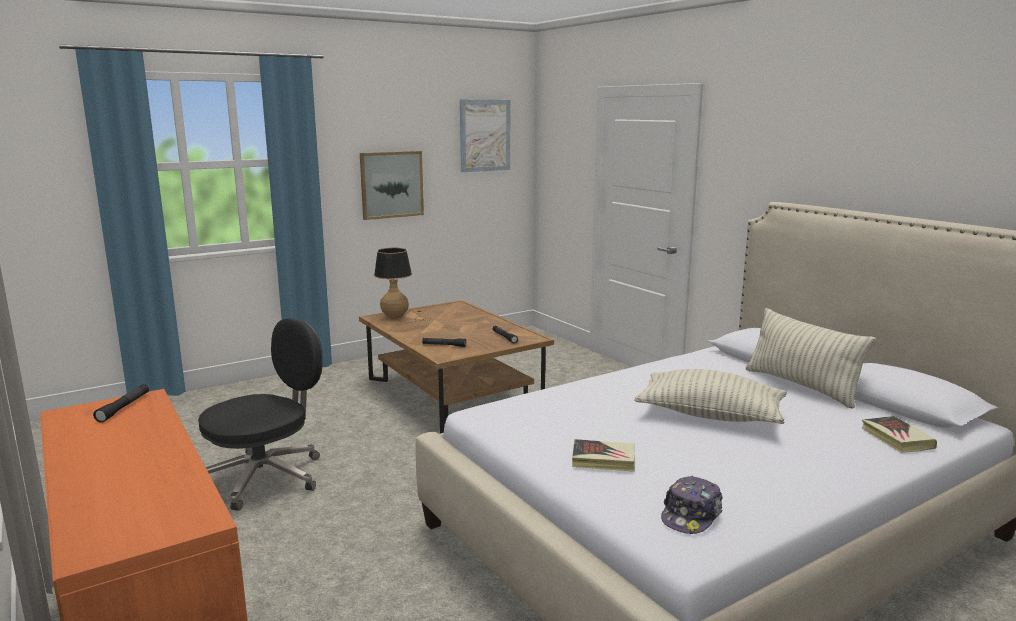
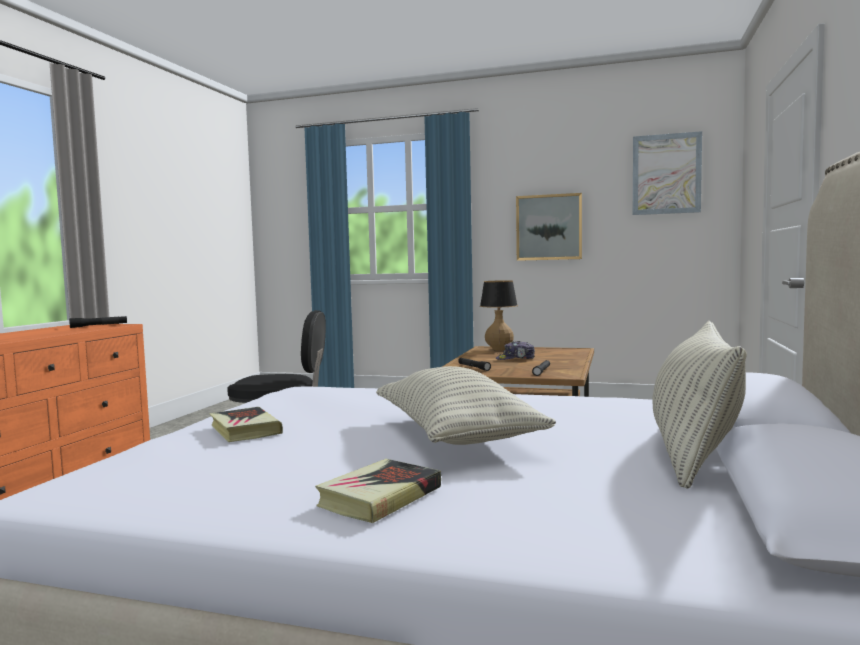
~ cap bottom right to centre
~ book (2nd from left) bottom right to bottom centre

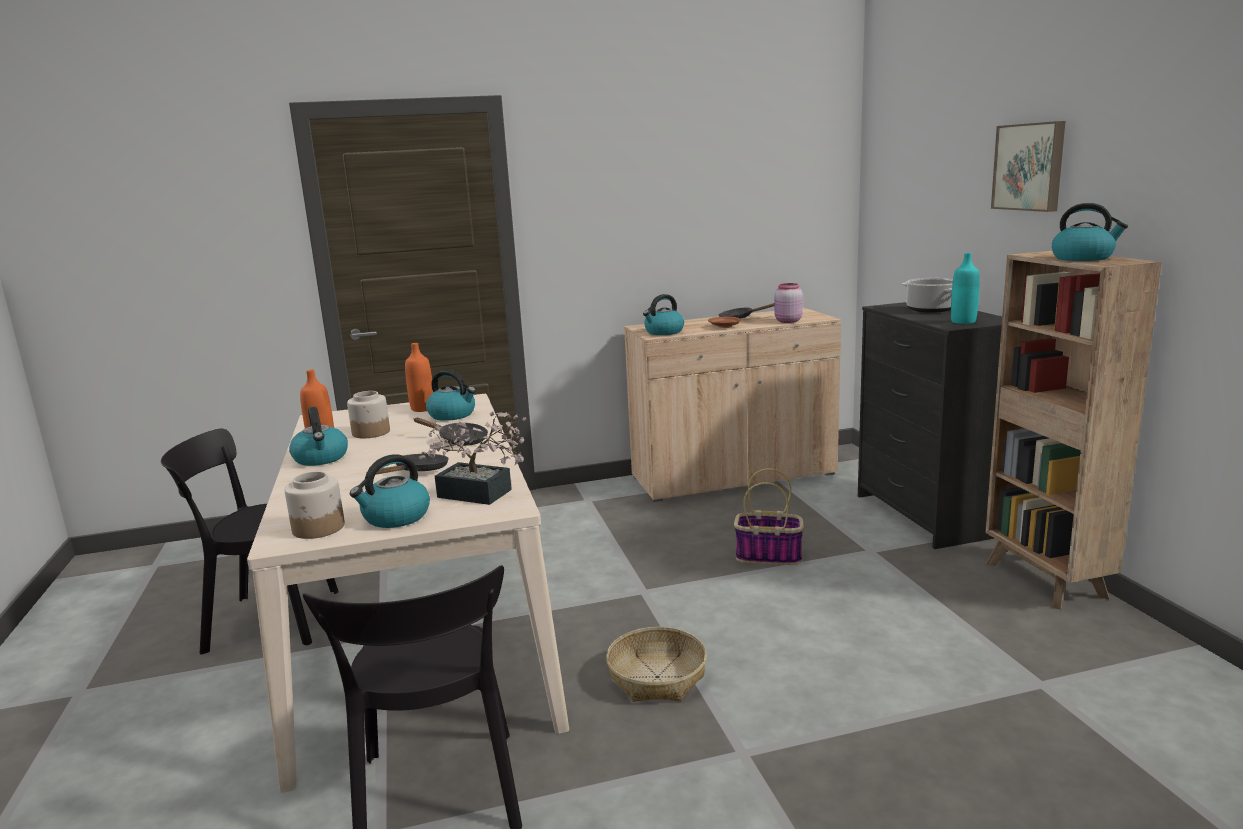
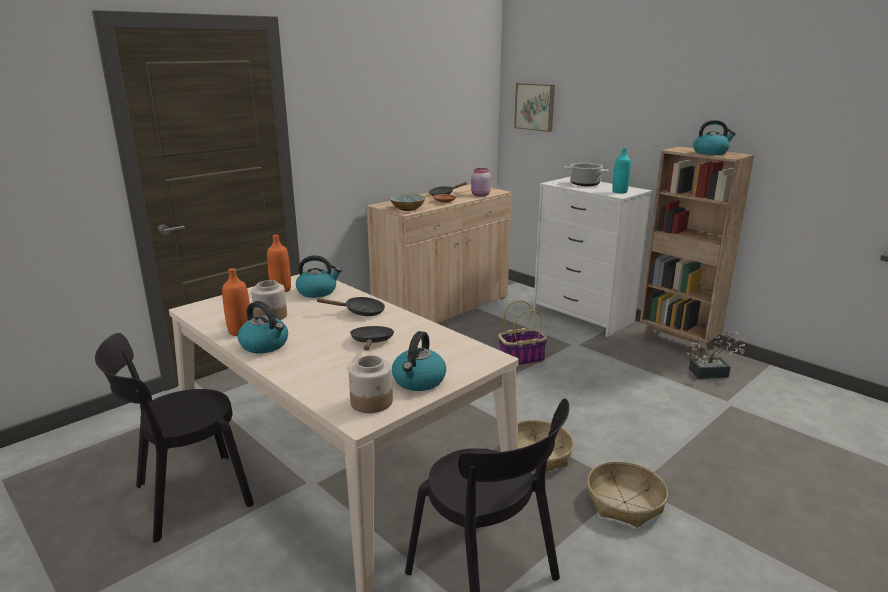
~ potted plant centre to middle right
~ kettle (4th from left) centre to bowl centre
~ dresser/black middle right to dresser/white middle right
~ picture top right to top centre
+ basket (3rd from left) bottom right

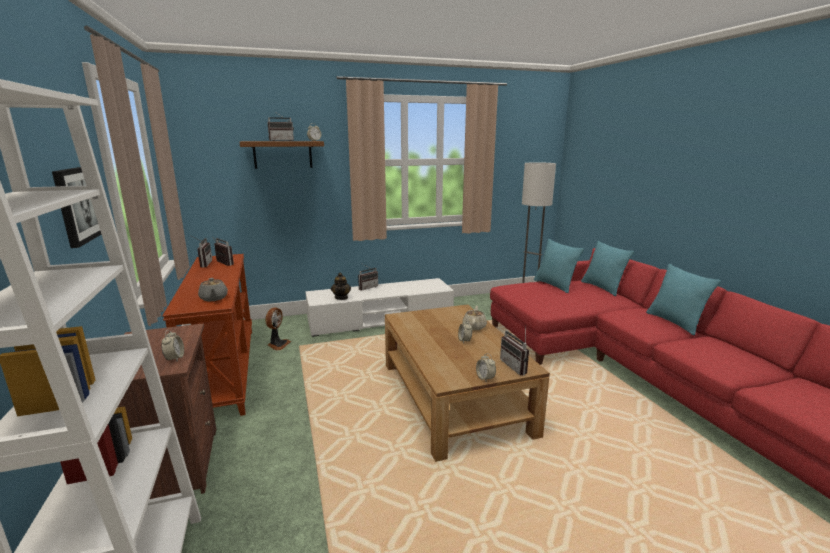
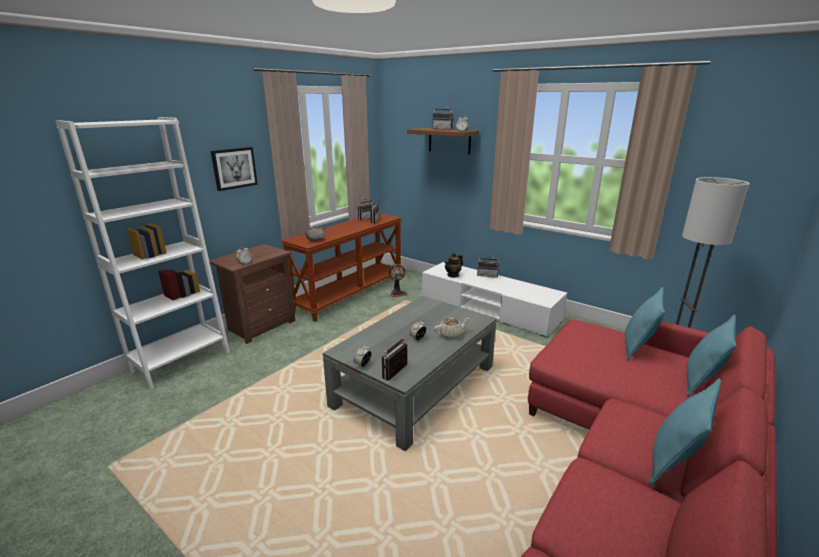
~ coffee table/brown bottom centre to coffee table/grey bottom centre

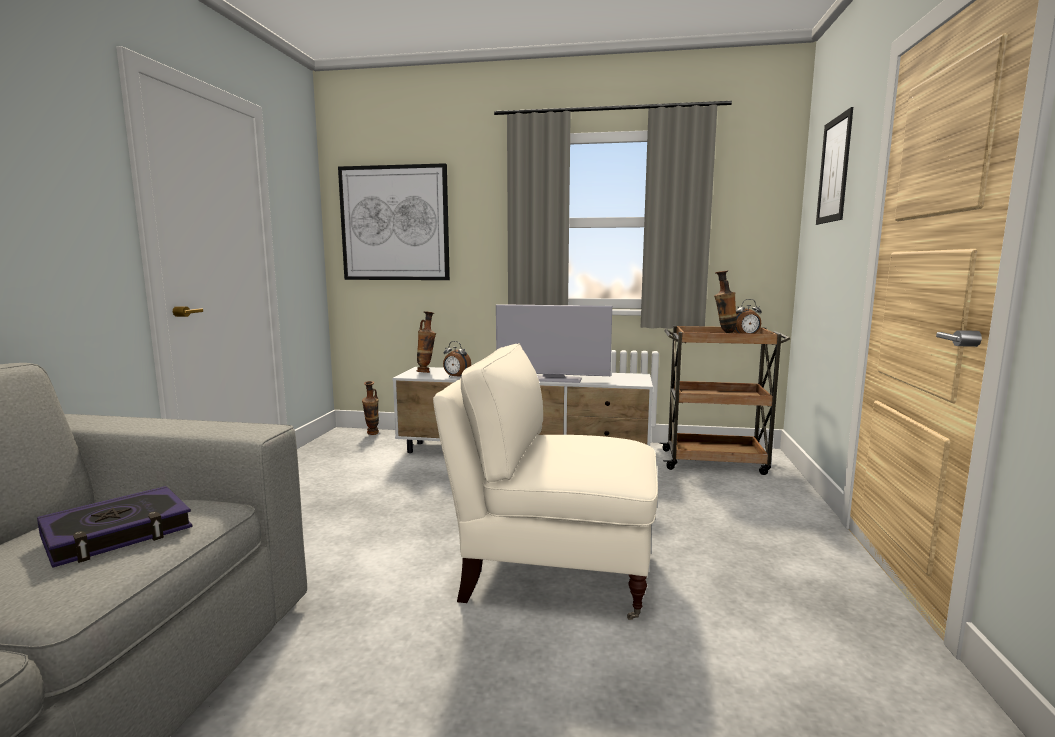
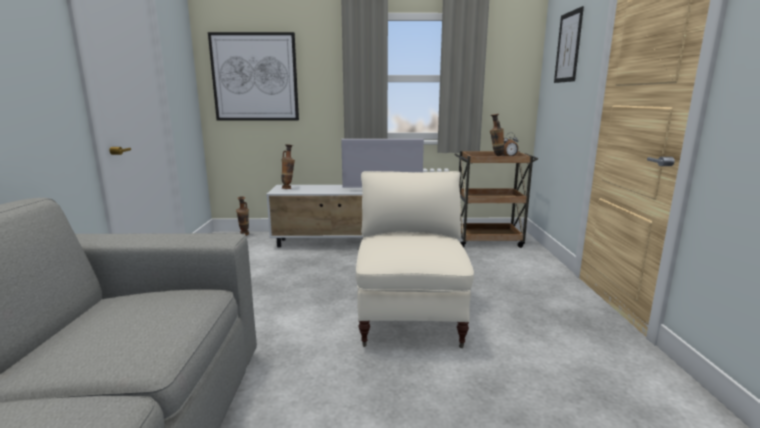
- book bottom left
~ armchair/beige centre = centre 90 degrees clockwise
- alarm clock (1st from left) centre

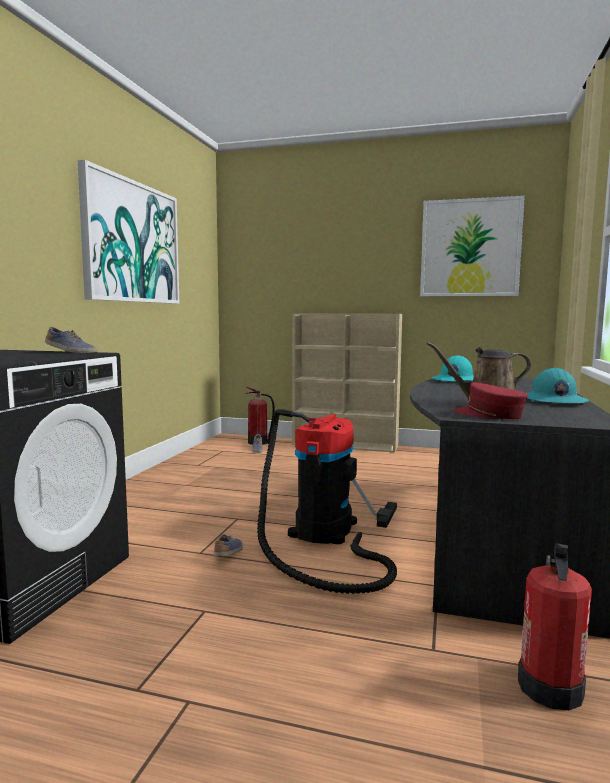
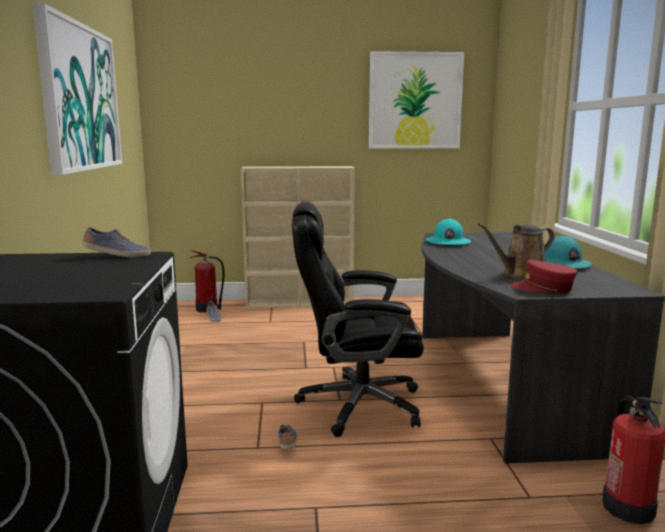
~ vacuum cleaner centre to office chair/black centre

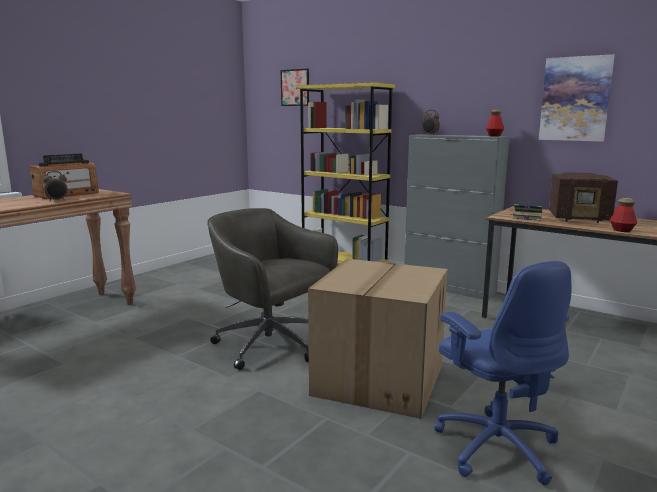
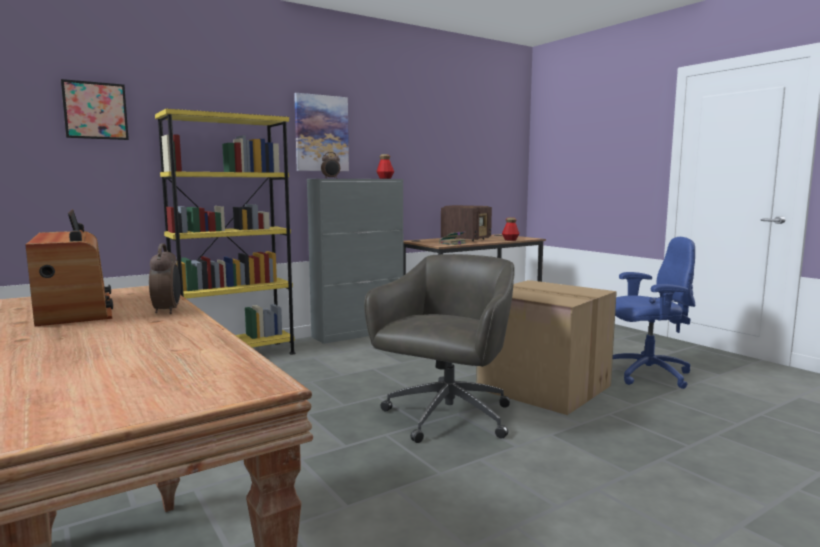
~ office chair/grey centre = centre 150 degrees clockwise
~ picture (2nd from left) top right to top centre

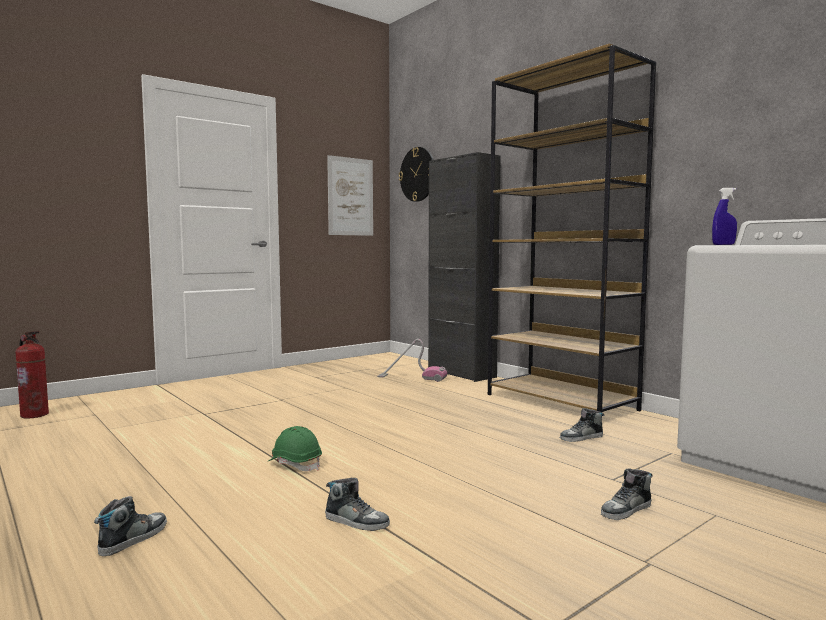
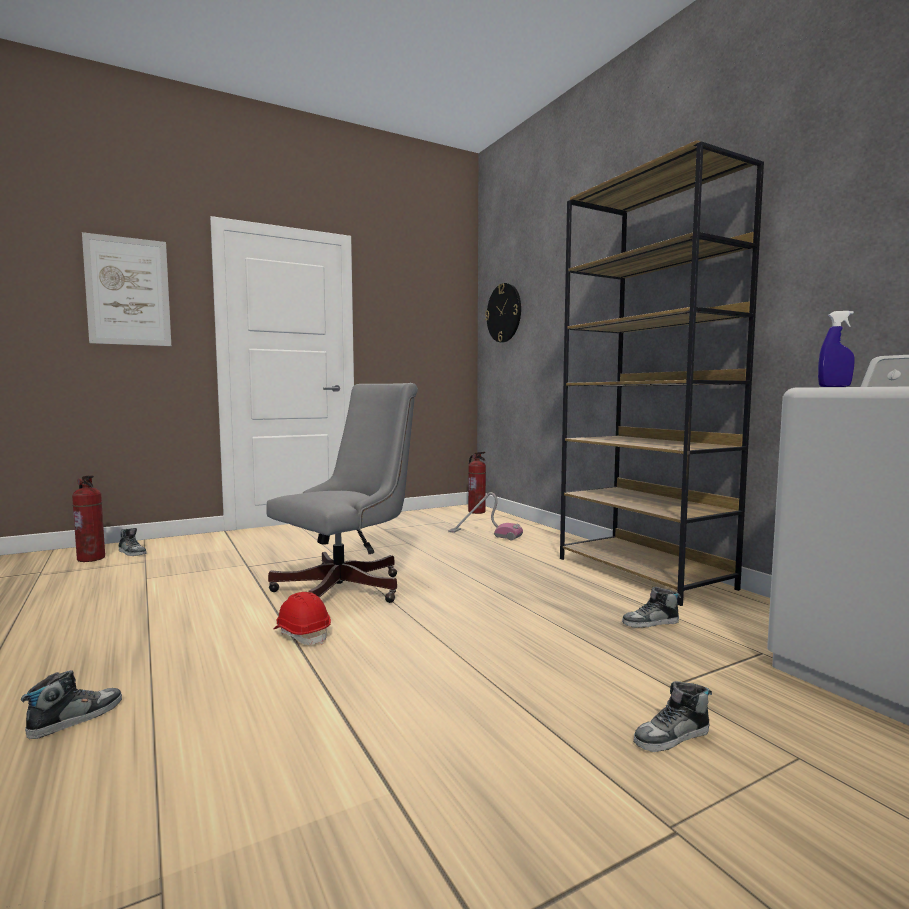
~ hard hat/green bottom centre to hard hat/red bottom left
~ shoe (2nd from left) bottom centre to middle left
~ picture top centre to top left
- cabinet/black centre
+ office chair/grey centre
+ fire extinguisher (2nd from left) centre

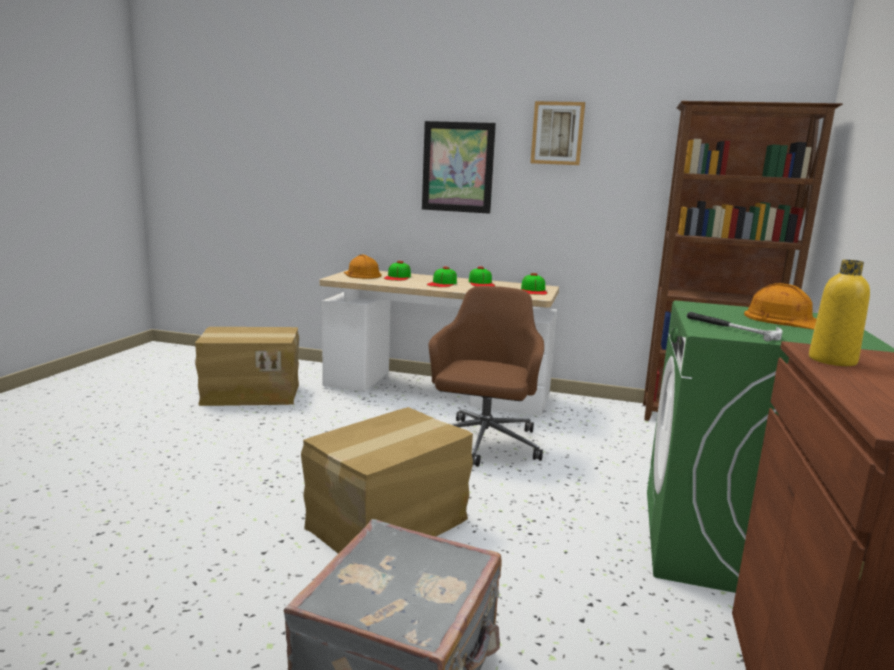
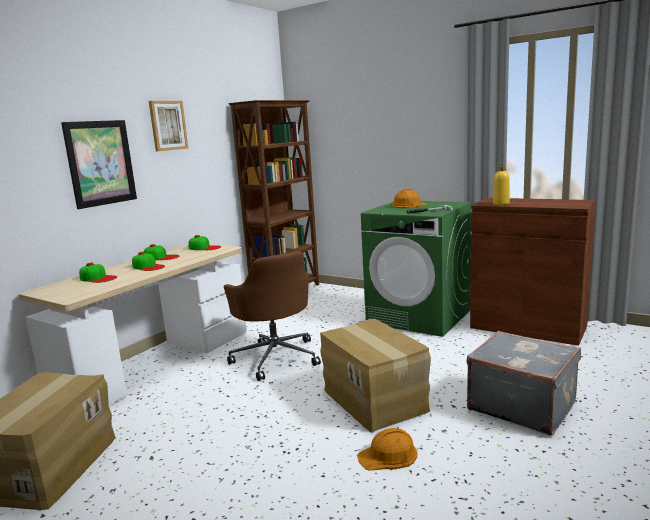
~ hard hat/orange (1st from left) centre to bottom centre
~ office chair/brown centre = centre 150 degrees counterclockwise

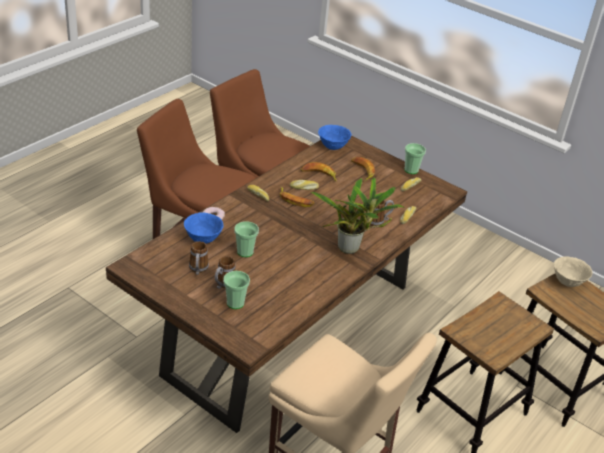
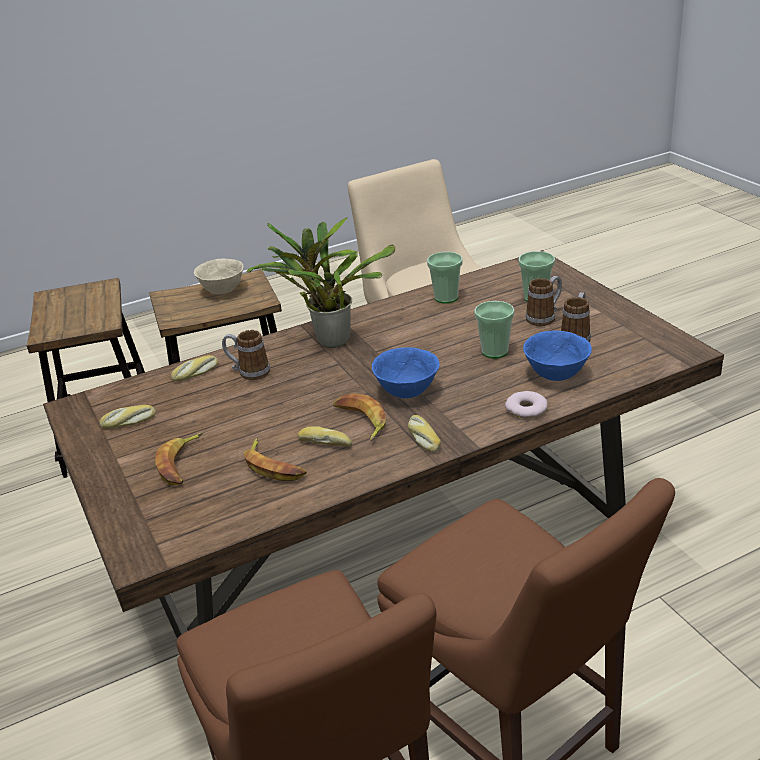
~ bowl/blue (2nd from left in the first image) top centre to bowl/blue (1st from left) centre
~ cup (3rd from left in the first image) middle right to cup (1st from left) centre
~ bowl/beige middle right to middle left

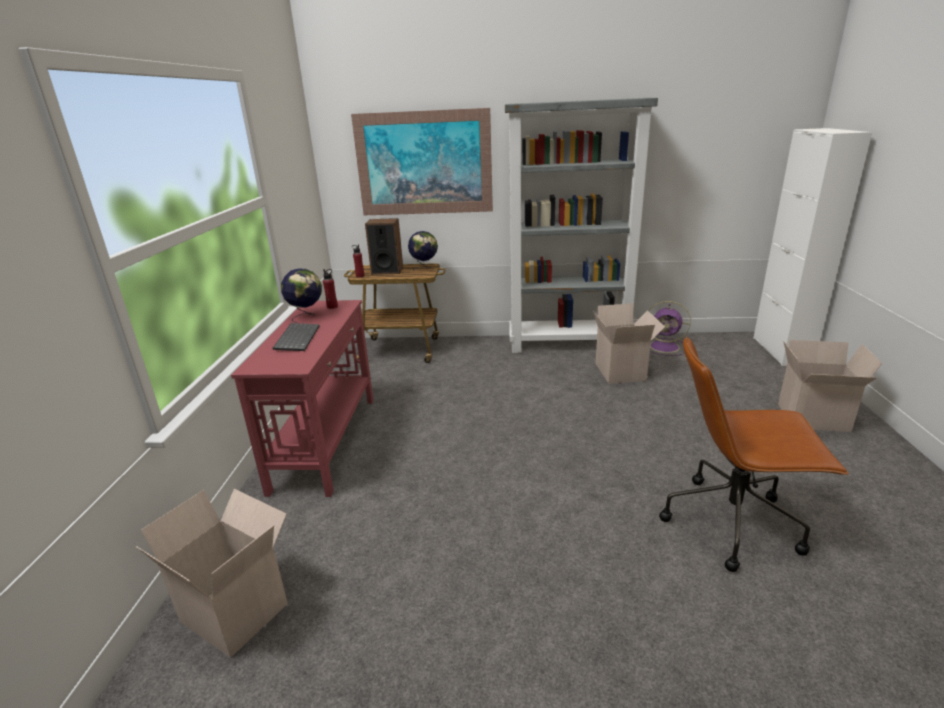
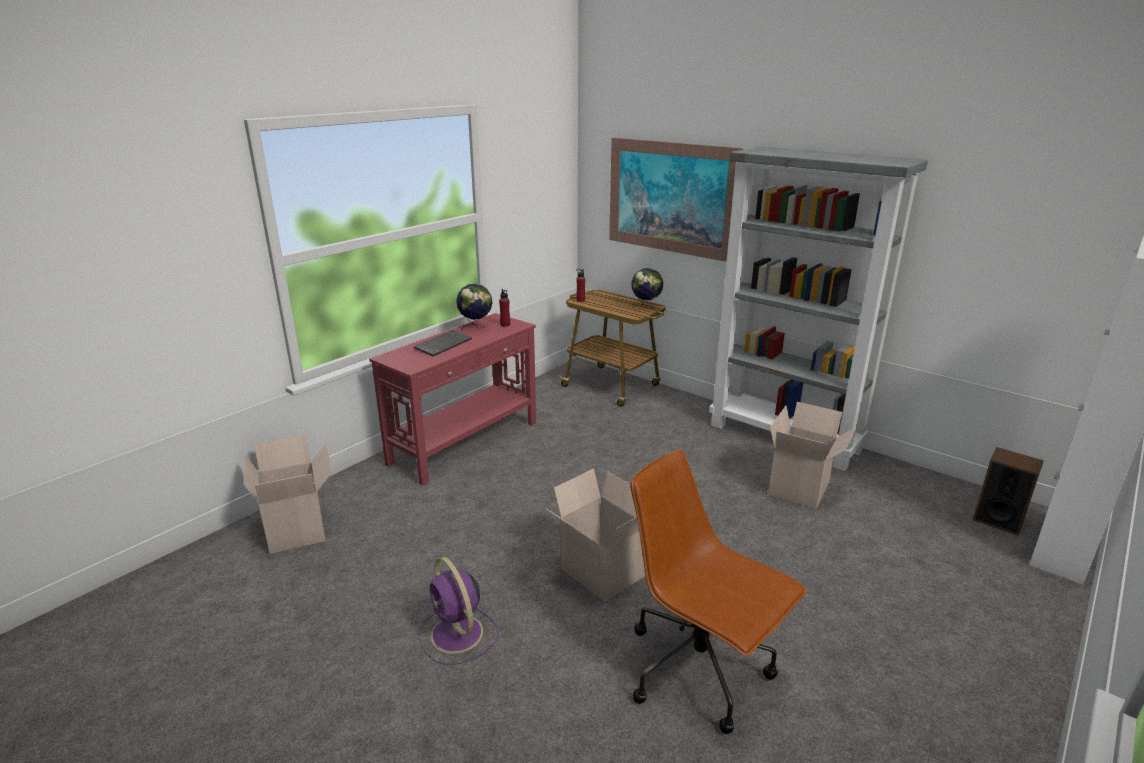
~ speaker centre to middle right
~ fan/purple middle right to bottom centre
~ cardboard box (3rd from left in the first image) middle right to cardboard box (2nd from left) bottom centre

